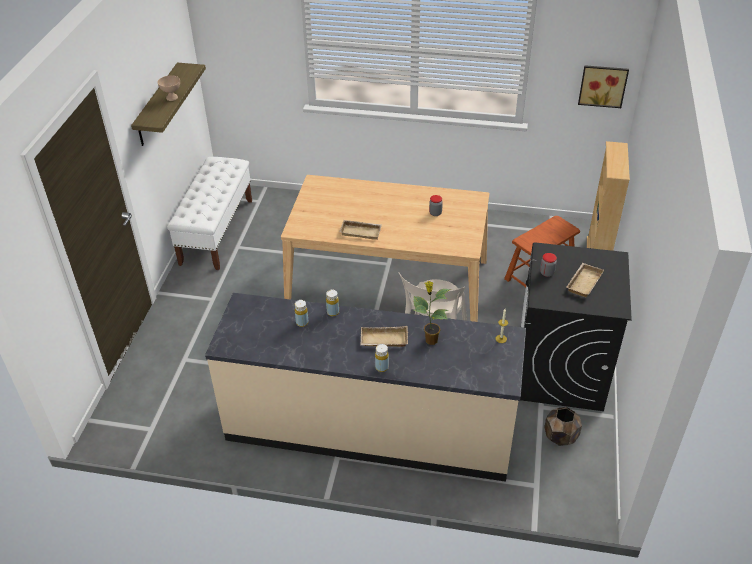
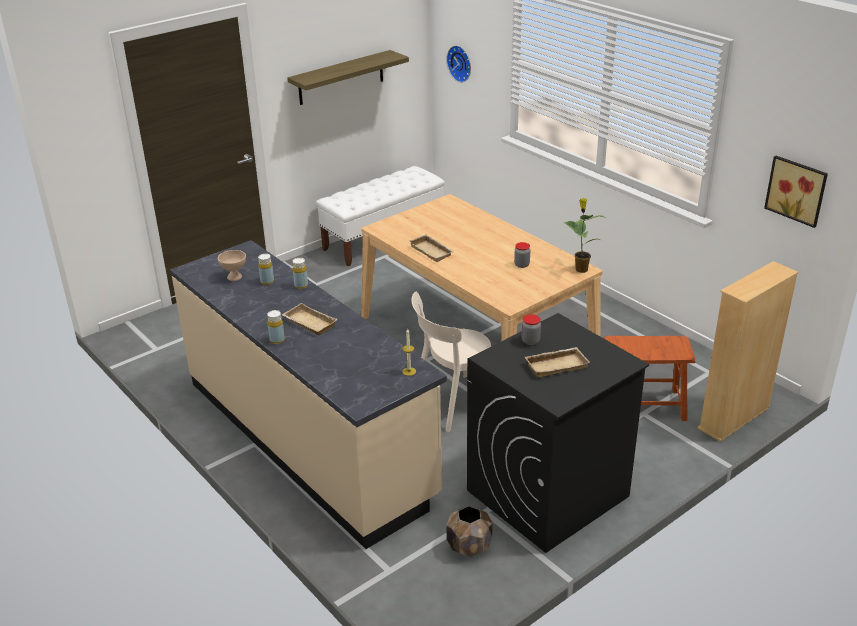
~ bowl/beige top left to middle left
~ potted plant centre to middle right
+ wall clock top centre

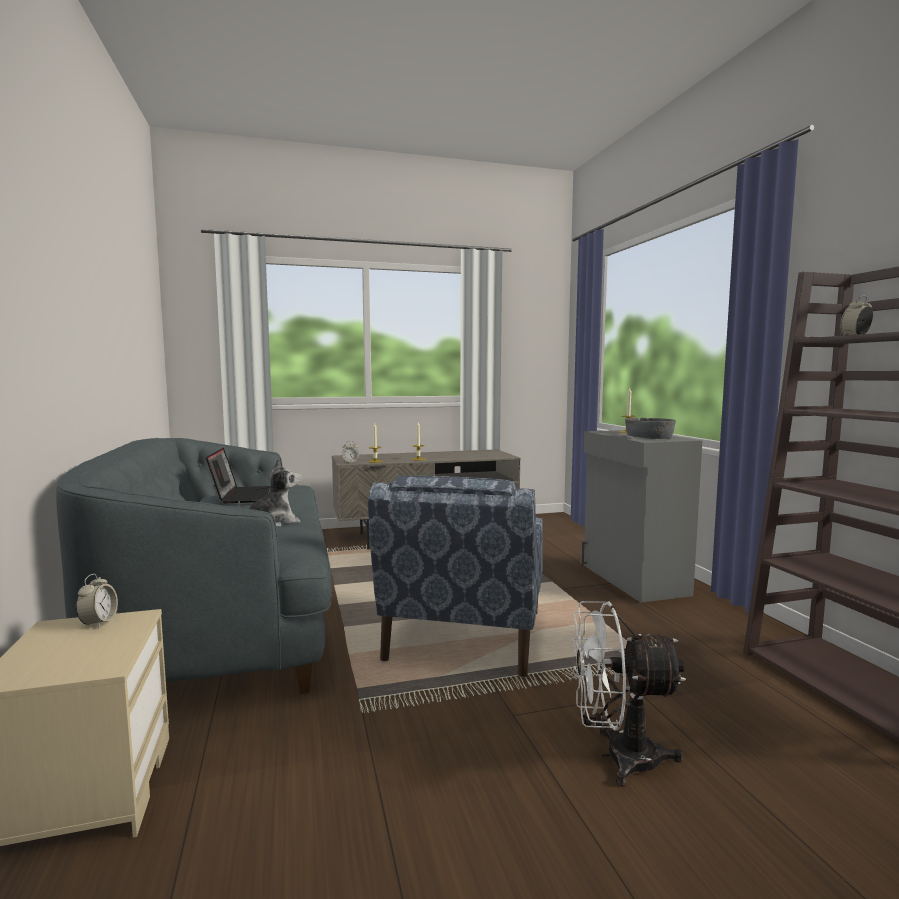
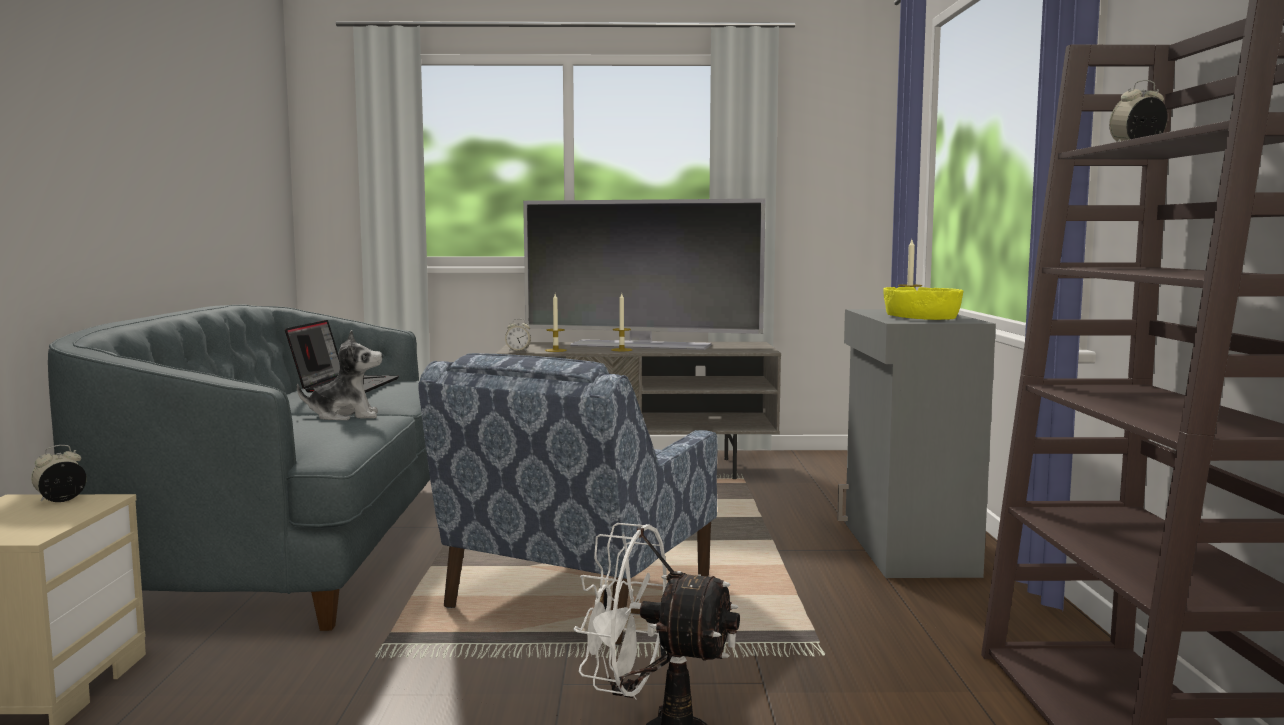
~ alarm clock (1st from left) bottom left = middle left 150 degrees counterclockwise
~ bowl/grey middle right to bowl/yellow middle right
+ television centre

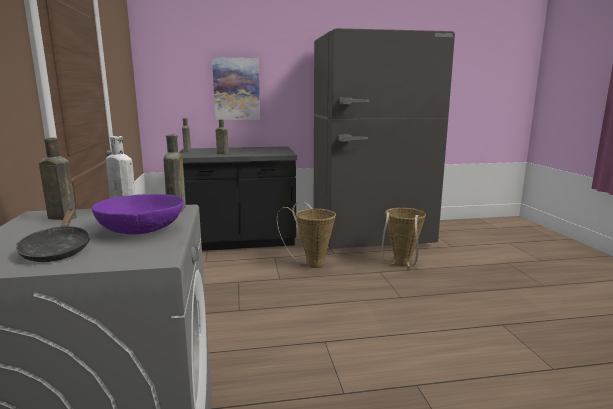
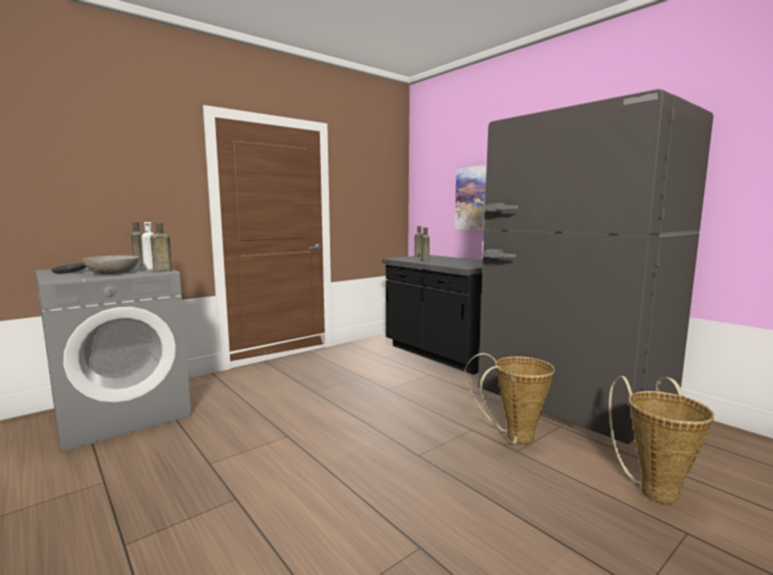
~ bowl/purple middle left to bowl/grey middle left
~ basket (1st from left in the first image) centre to basket (2nd from left) bottom right

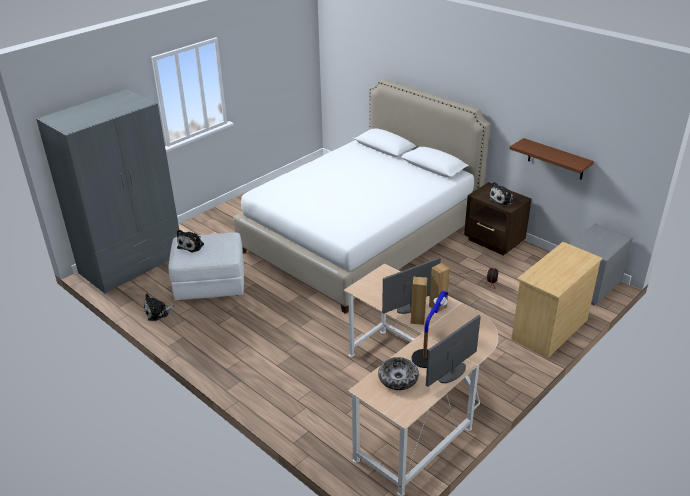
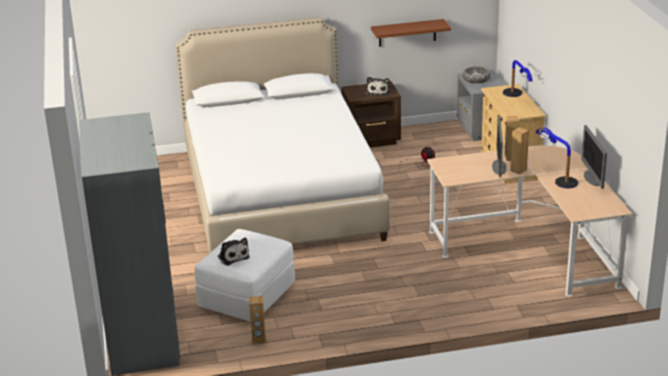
~ plush toy (1st from left) middle left to speaker/brown (1st from left) bottom centre
~ bowl bottom centre to top right
+ table lamp (1st from left) top right

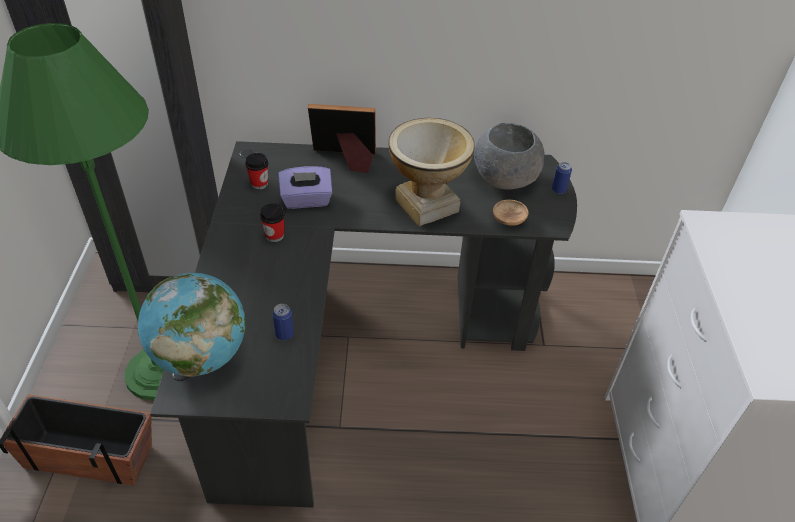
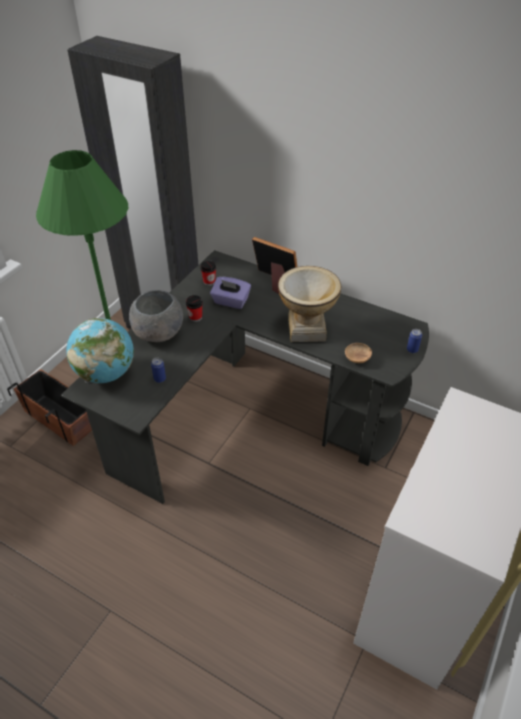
~ bowl/grey top centre to middle left

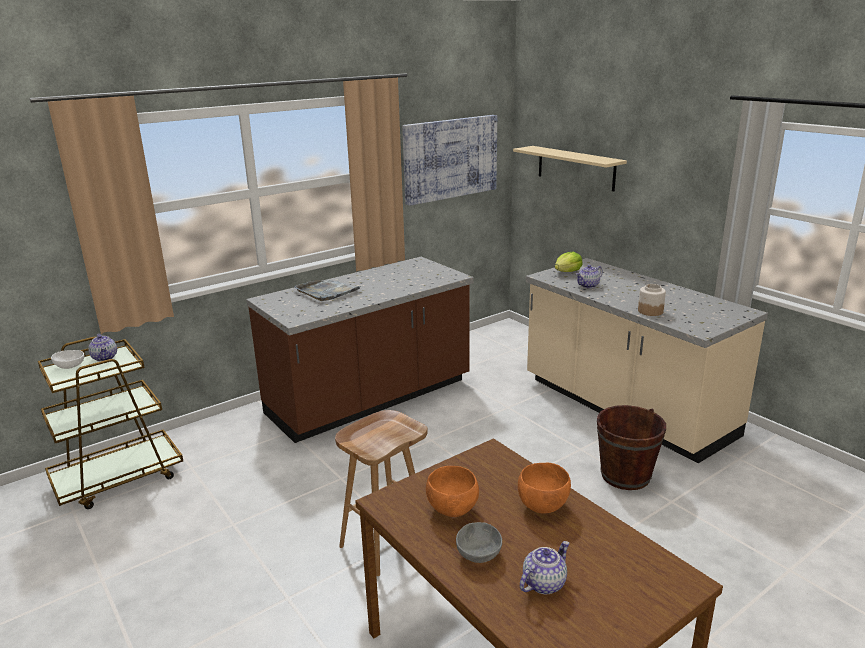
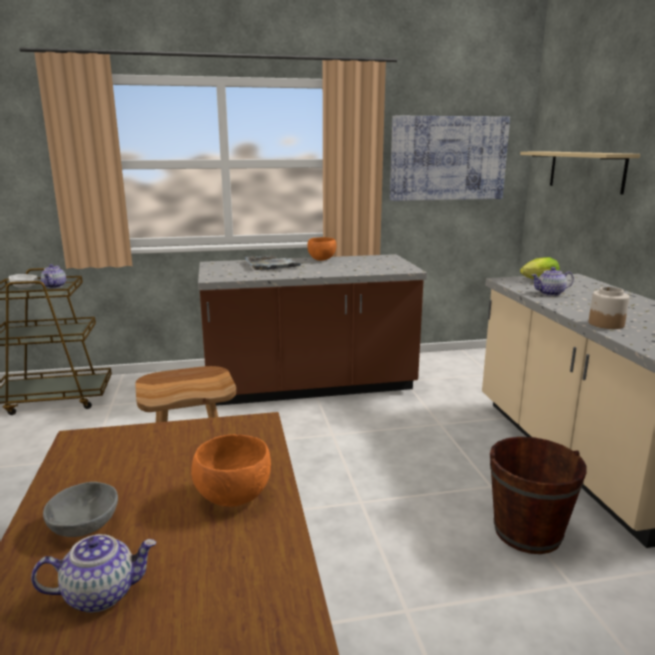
~ bowl/orange (1st from left in the first image) bottom centre to bowl/orange (2nd from left) centre

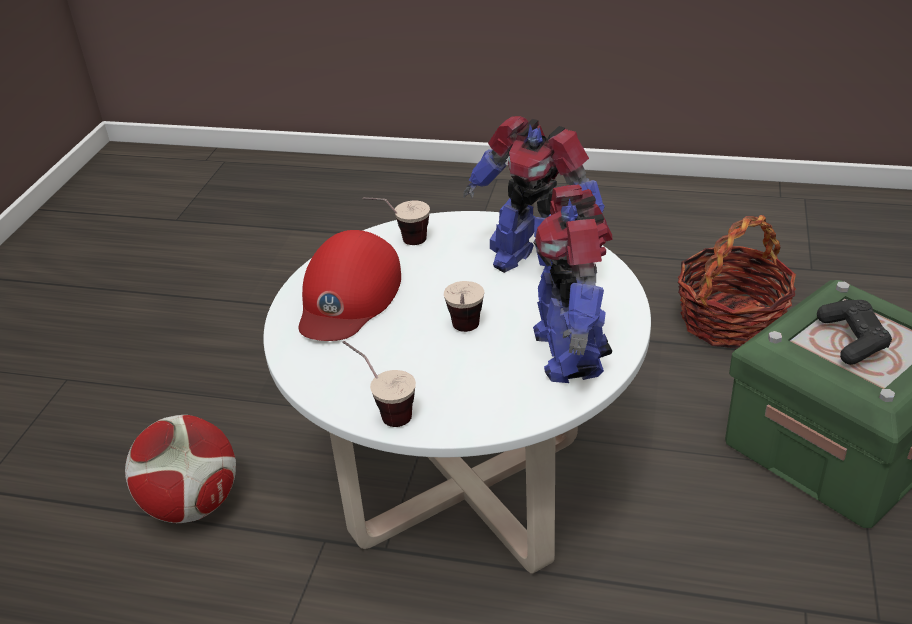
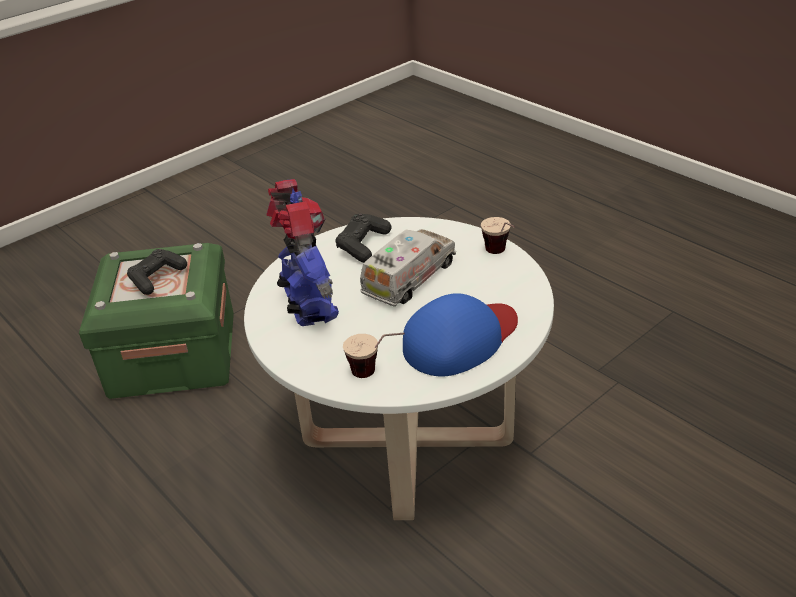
- football bottom left
~ cap/red centre to cap/blue centre
~ cup (3rd from left) centre to toy truck centre
~ toy robot (2nd from left) centre to game controller/black (2nd from left) centre
- basket middle right

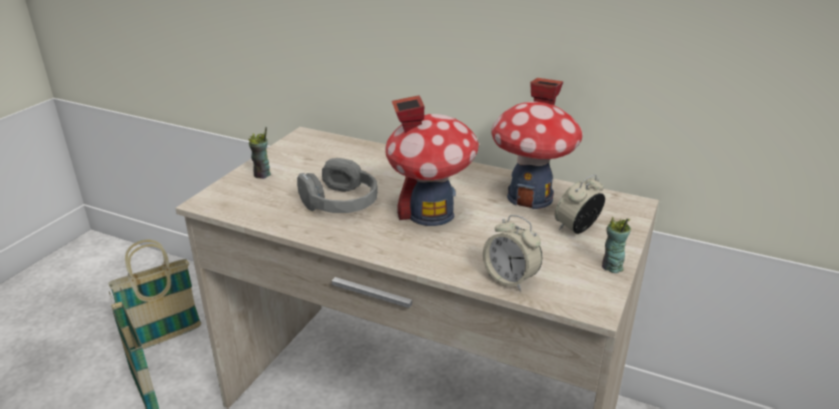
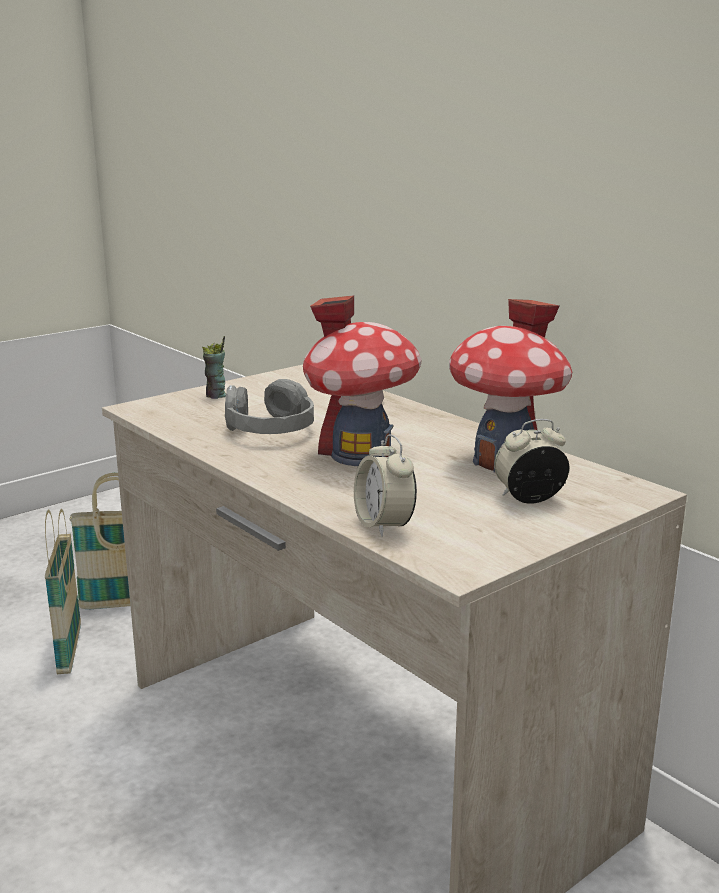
- cup (2nd from left) middle right

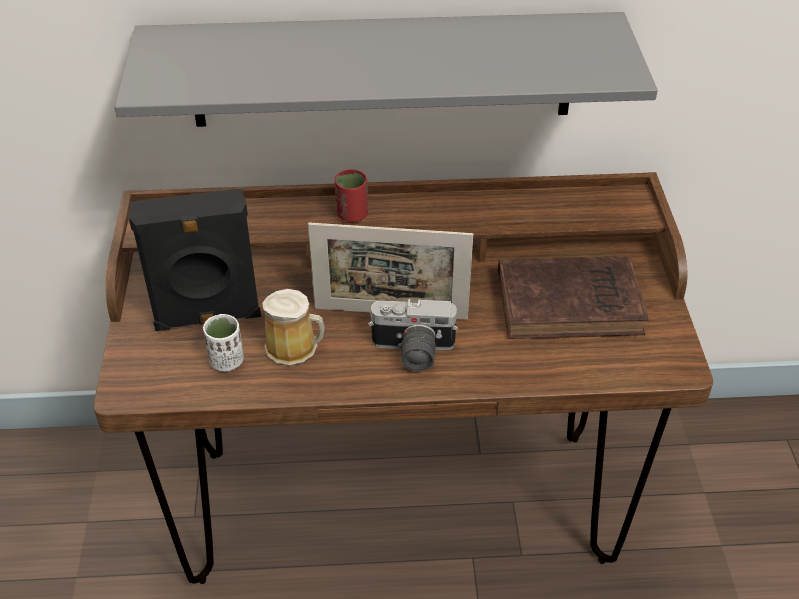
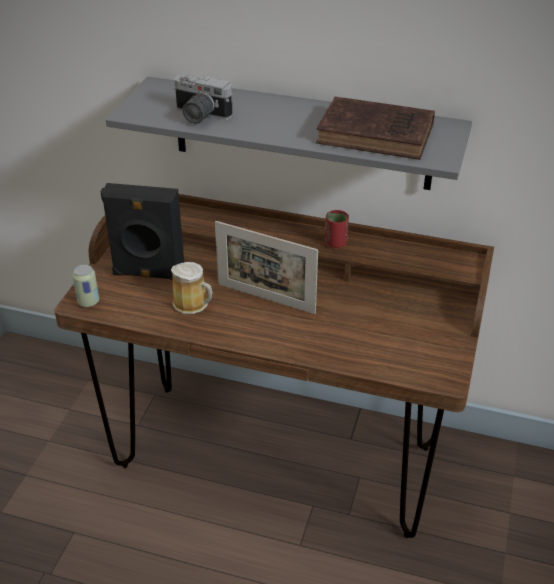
- cup/white middle left
~ cup/red top centre to centre
~ photo camera centre to top centre
~ book/brown middle right to top right
+ can middle left

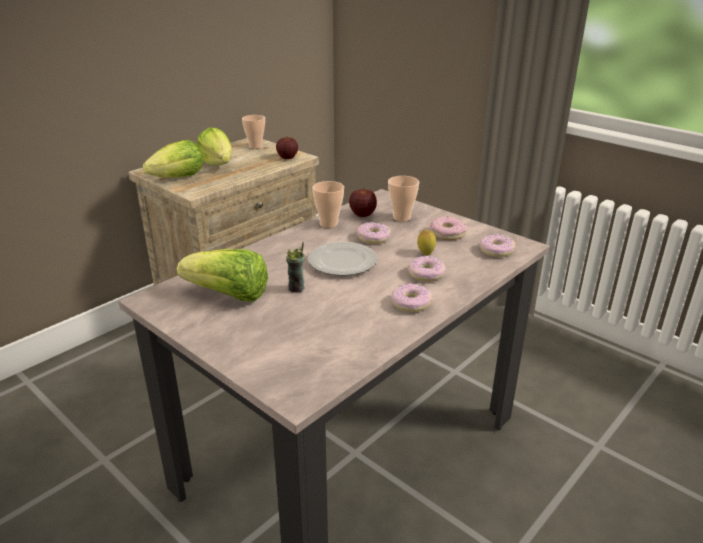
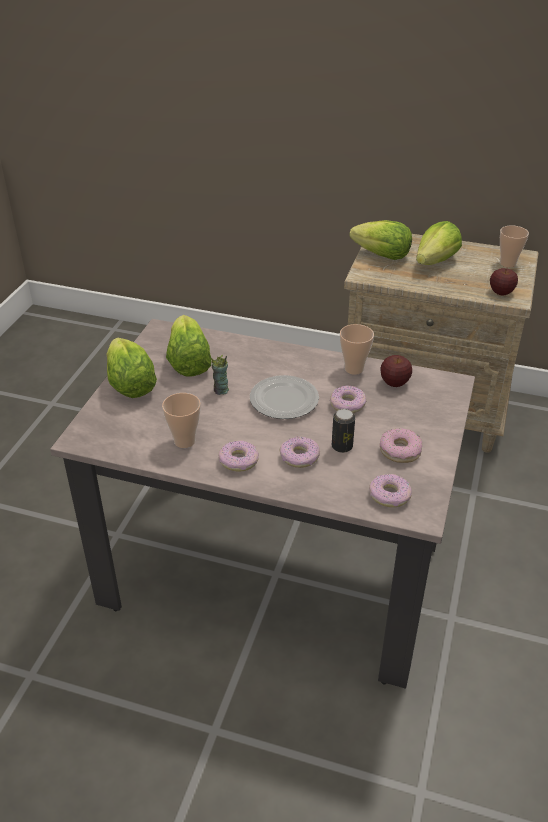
~ cup (4th from left in the first image) centre to cup (1st from left) middle left
~ lemon centre to can centre
+ lettuce (1st from left) middle left

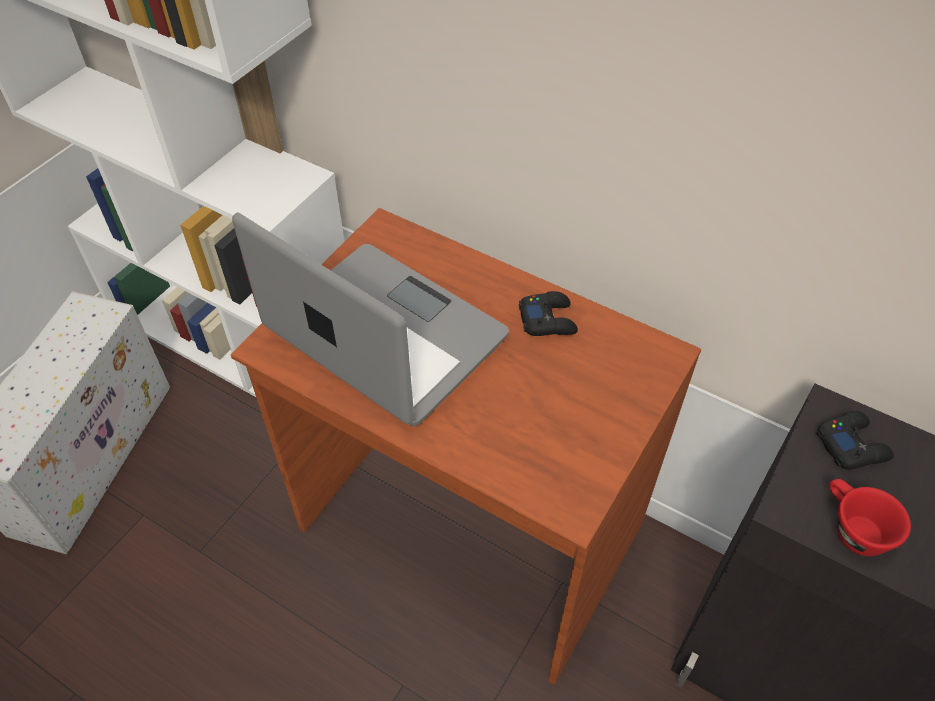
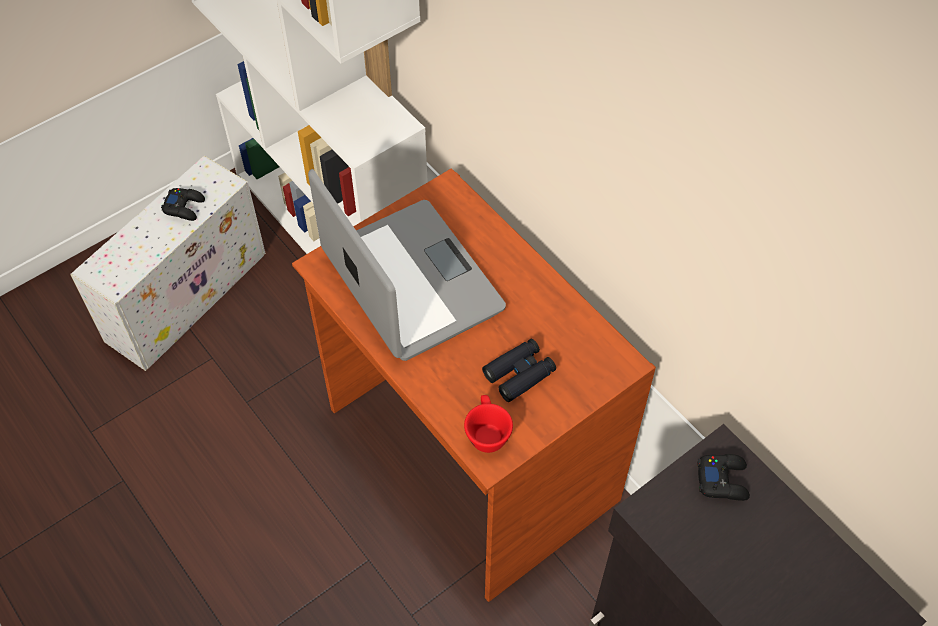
~ game controller/black (1st from left) centre to top left
~ cup/red bottom right to bottom centre
+ binoculars/black centre

